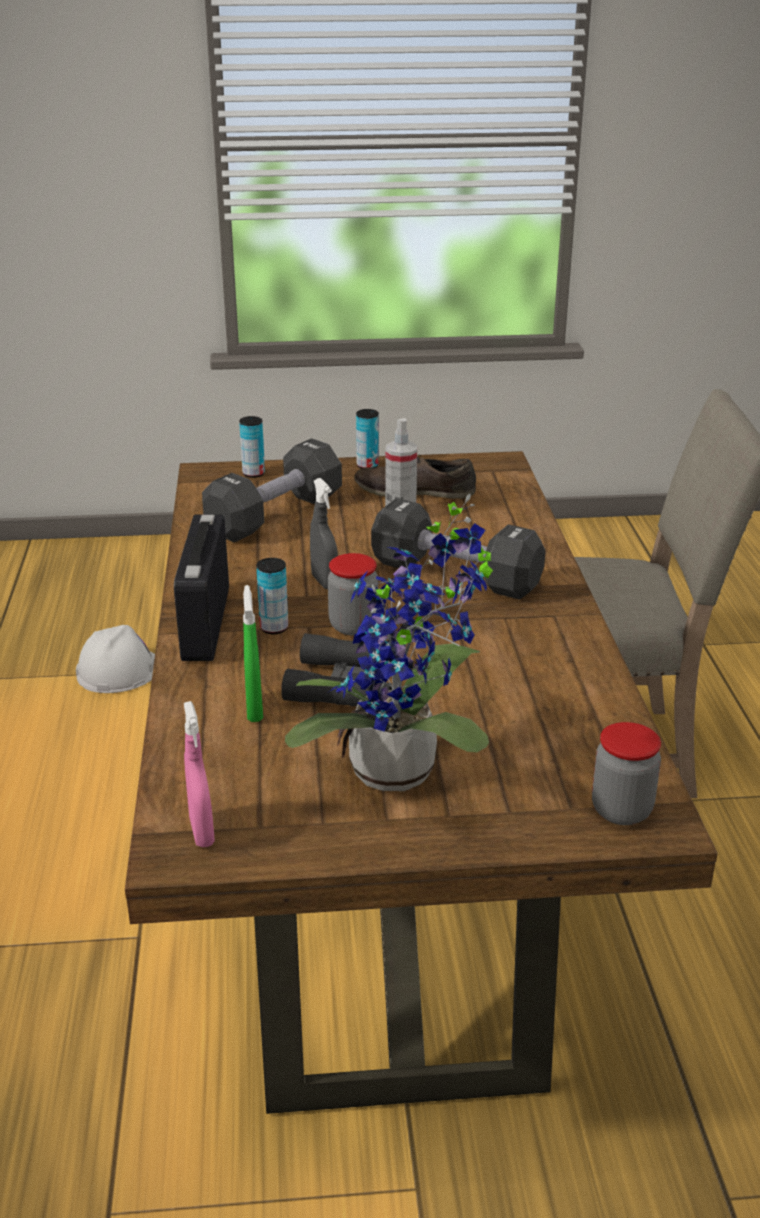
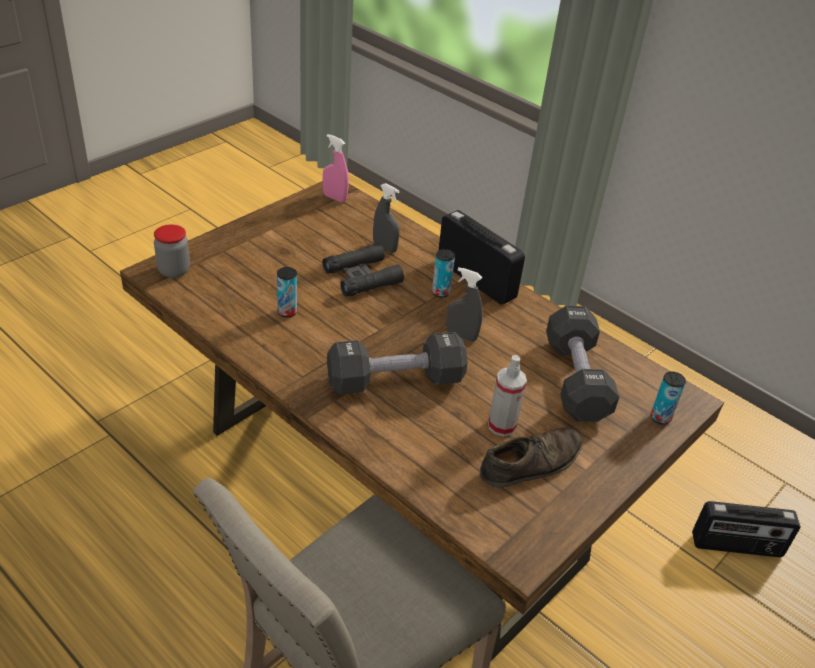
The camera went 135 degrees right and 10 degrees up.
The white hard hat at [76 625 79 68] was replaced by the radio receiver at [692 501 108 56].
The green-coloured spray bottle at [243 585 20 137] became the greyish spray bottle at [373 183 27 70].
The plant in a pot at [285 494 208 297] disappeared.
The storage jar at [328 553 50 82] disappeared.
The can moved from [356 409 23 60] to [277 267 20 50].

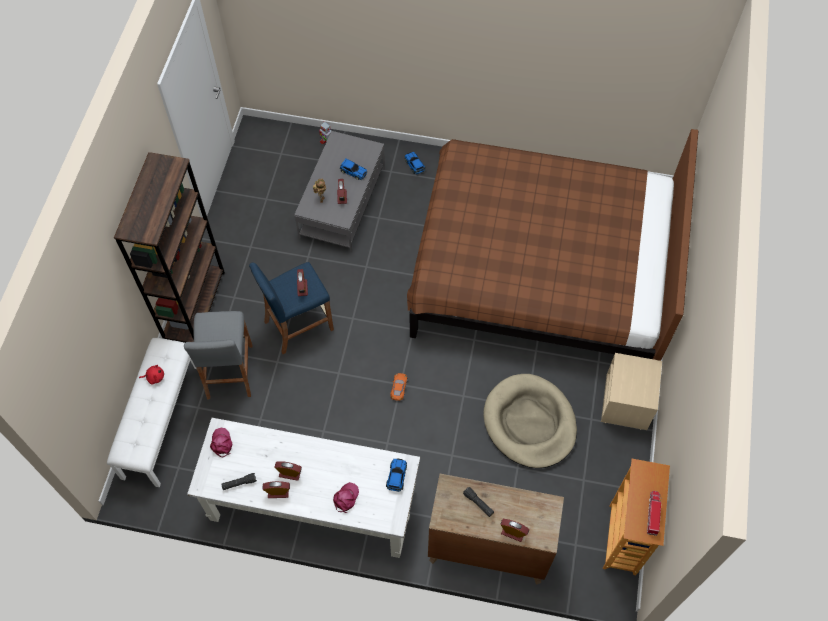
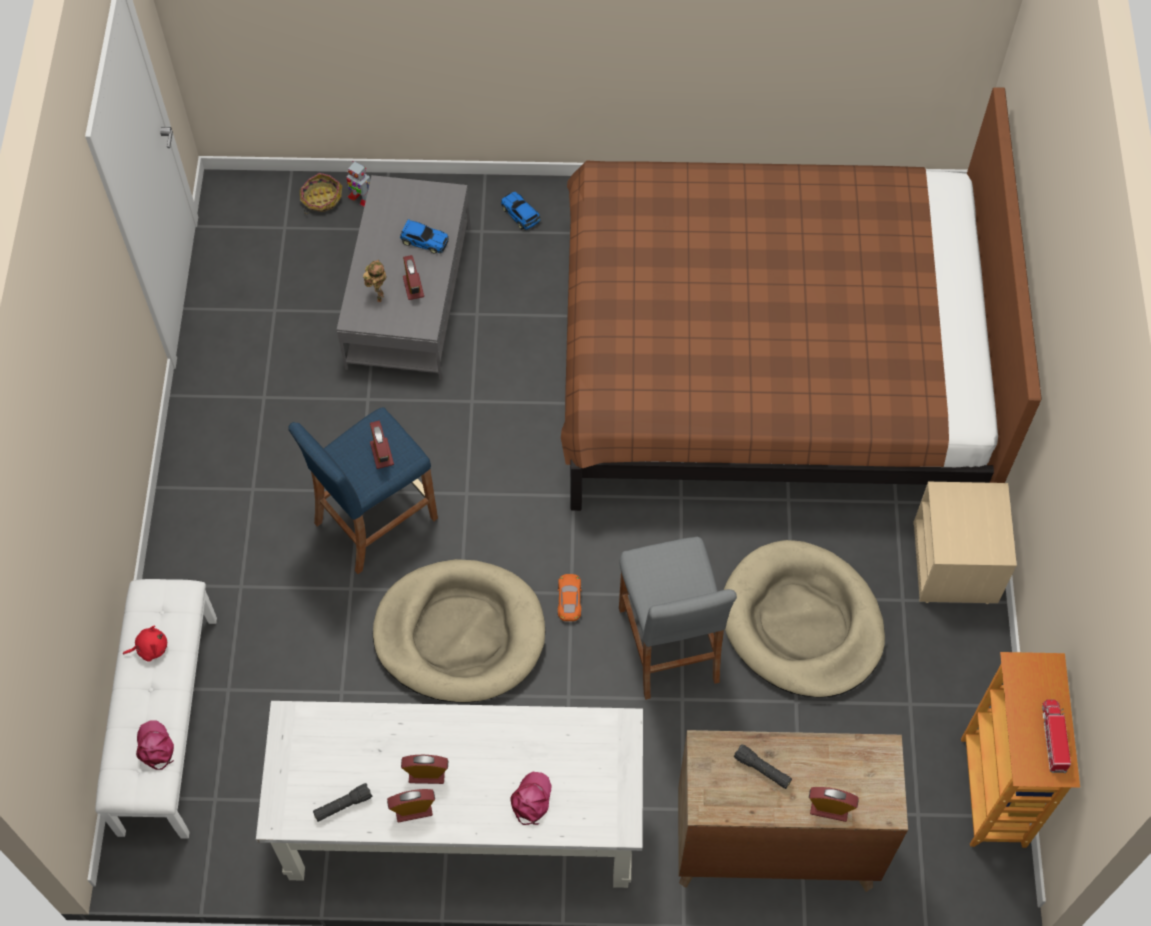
The camera went 10 degrees left and 0 degrees up.
The brownish bookshelf at [114 152 111 191] disappeared.
The greyish sitting stool moved from [184 311 68 88] to [619 537 118 163].
The pink-coloured cap moved from [210 428 22 29] to [136 720 39 50].
The miniature car at [386 458 21 34] disappeared.
The household basket at [300 173 42 41] appeared.
The beige pet bed at [373 559 172 144] appeared.

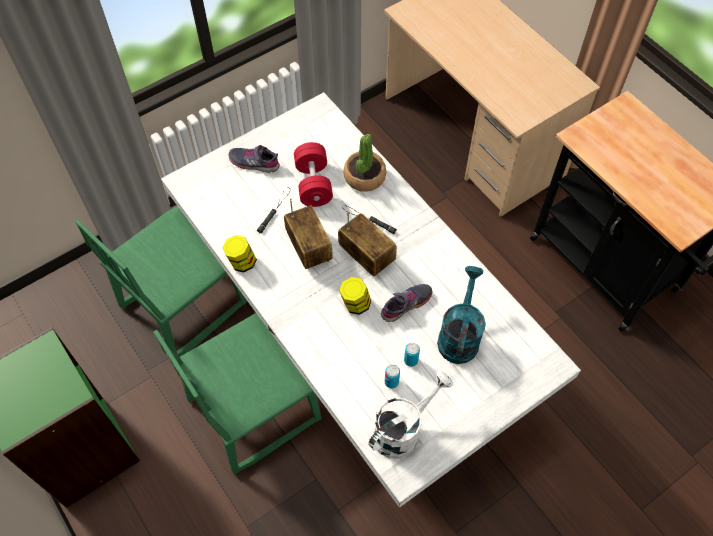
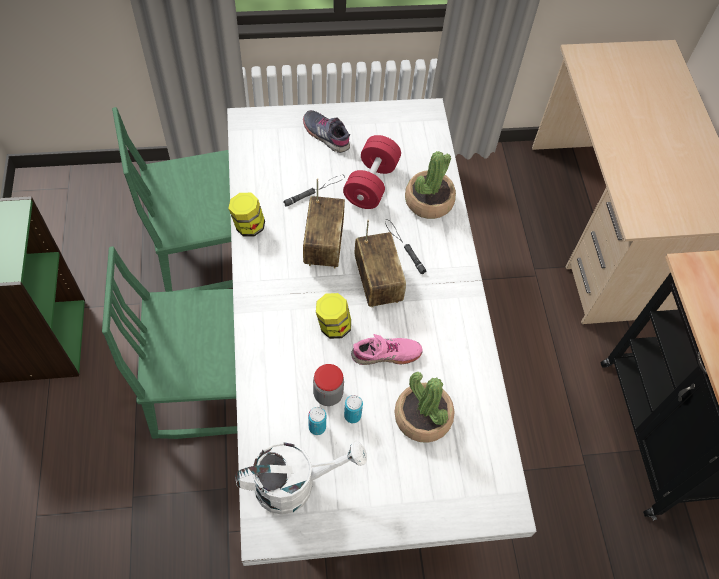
The camera went 25 degrees right and 0 degrees up.
The greyish low shoe at [381 284 51 38] became the pink-coloured low shoe at [351 334 72 31].
The turquoise sprinkling can at [437 266 49 98] was replaced by the plant in a pot at [394 372 61 71].
The storage jar at [313 364 31 42] appeared.

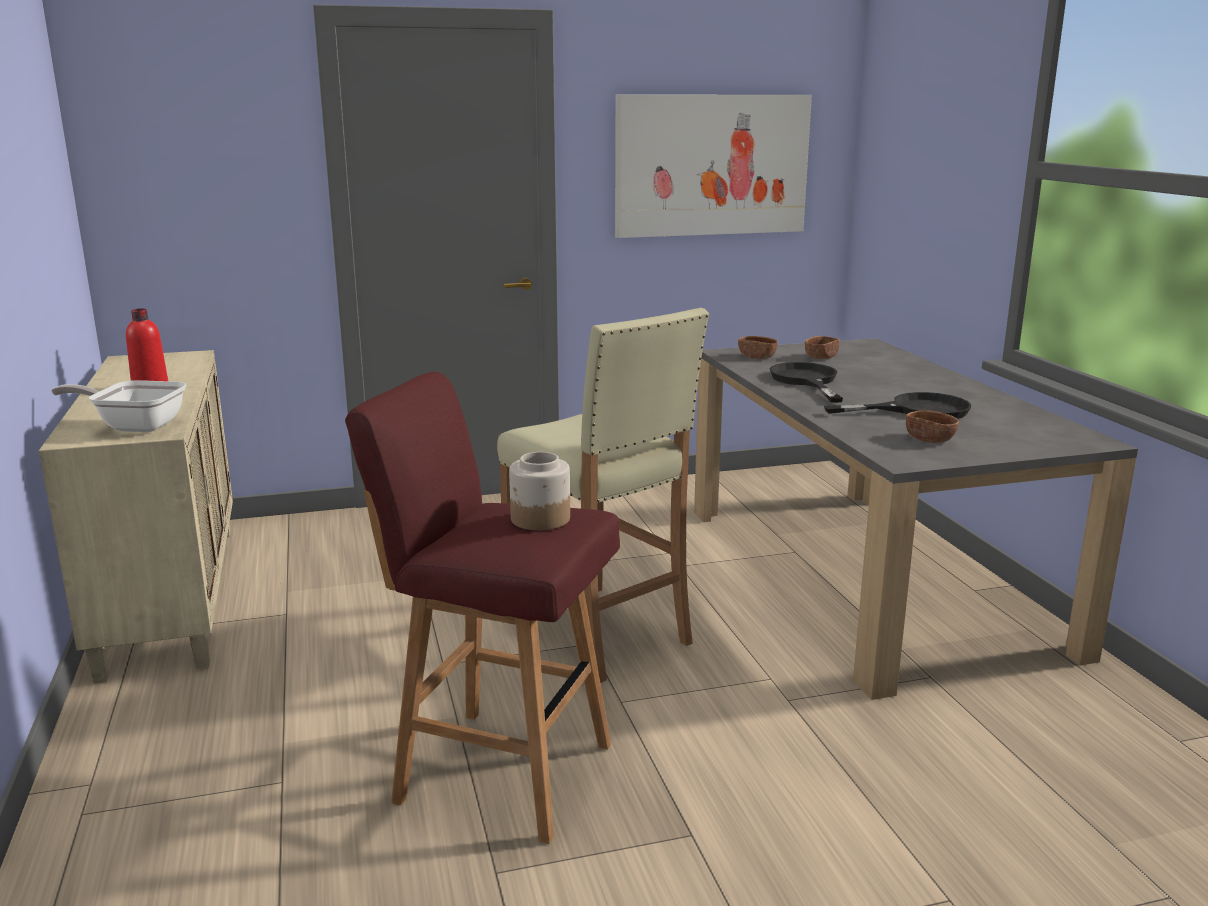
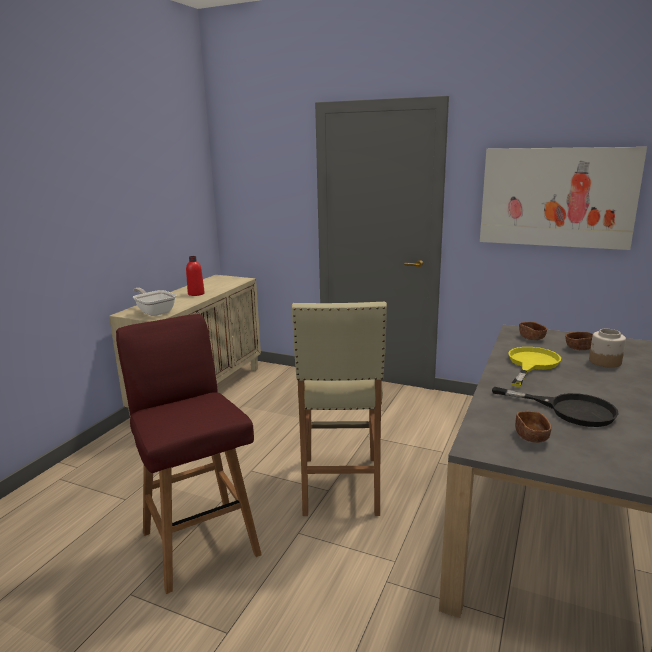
The camera went 40 degrees right and 0 degrees up.
The storage jar moved from [509 452 61 78] to [589 329 37 39].
The blackish pan at [770 362 73 41] became the yellow pan at [508 347 53 40].

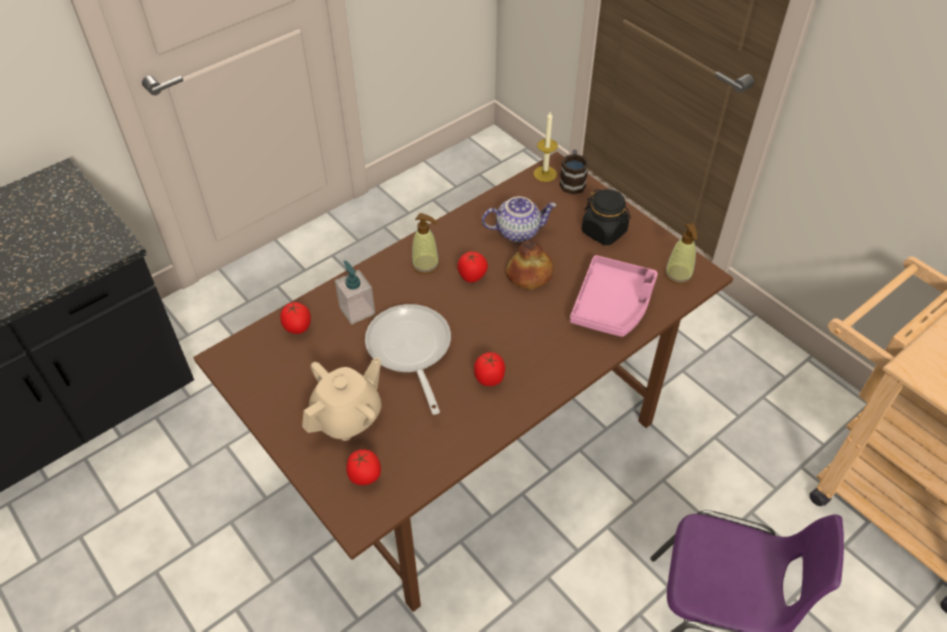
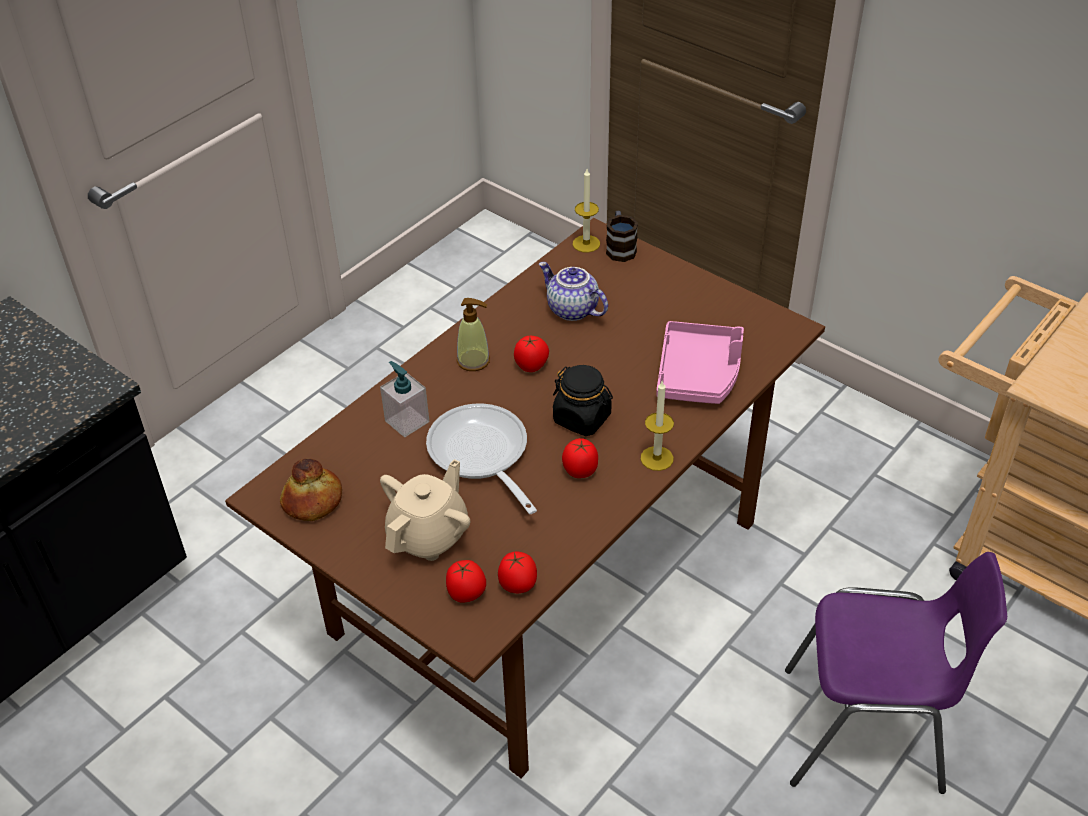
The camera went 10 degrees left and 5 degrees down.
The fresh tomato moved from [280 302 31 32] to [498 551 39 42].
The teapot at [482 197 75 45] turned 120 degrees counterclockwise.
The bread moved from [506 241 47 48] to [280 459 62 62].
The blackish storage jar moved from [582 189 49 56] to [553 365 60 71].
The soap bottle at [665 223 32 61] disappeared.
The wax candle at [641 381 33 90] appeared.

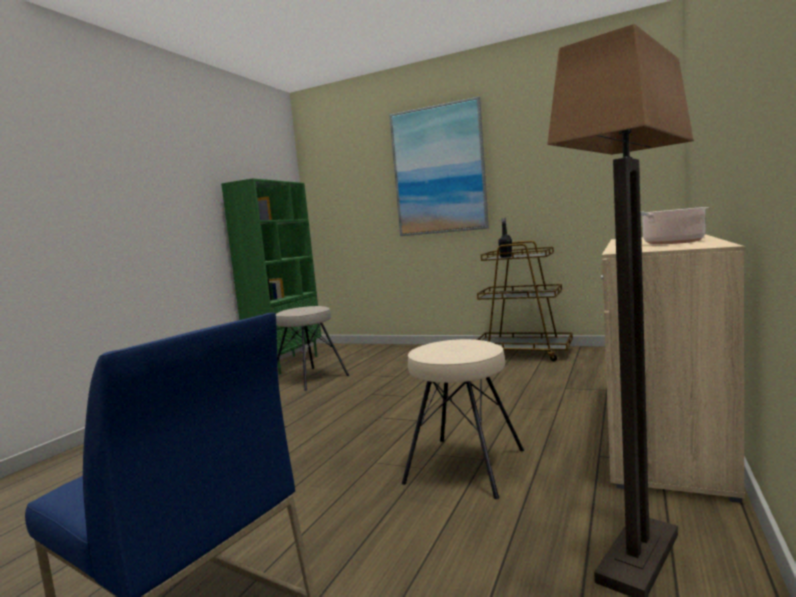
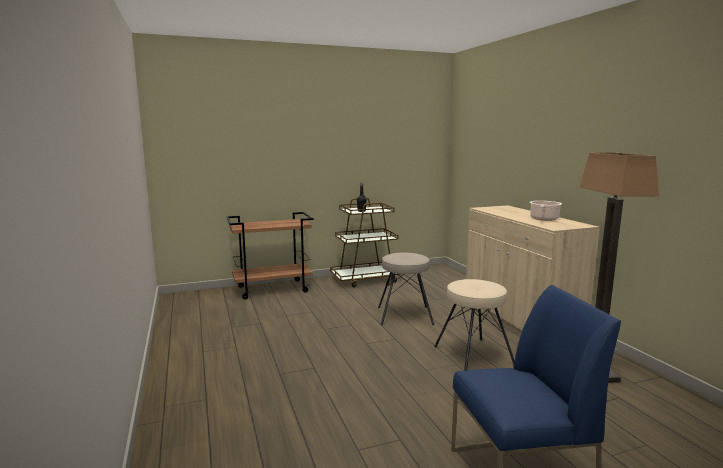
The camera went 45 degrees left and 5 degrees up.
The green-coloured bookshelf at [221 178 100 196] disappeared.
The beige sitting stool moved from [276 306 73 85] to [378 252 56 73].
The picture at [389 96 100 140] disappeared.
The brownish cart at [226 212 88 88] appeared.

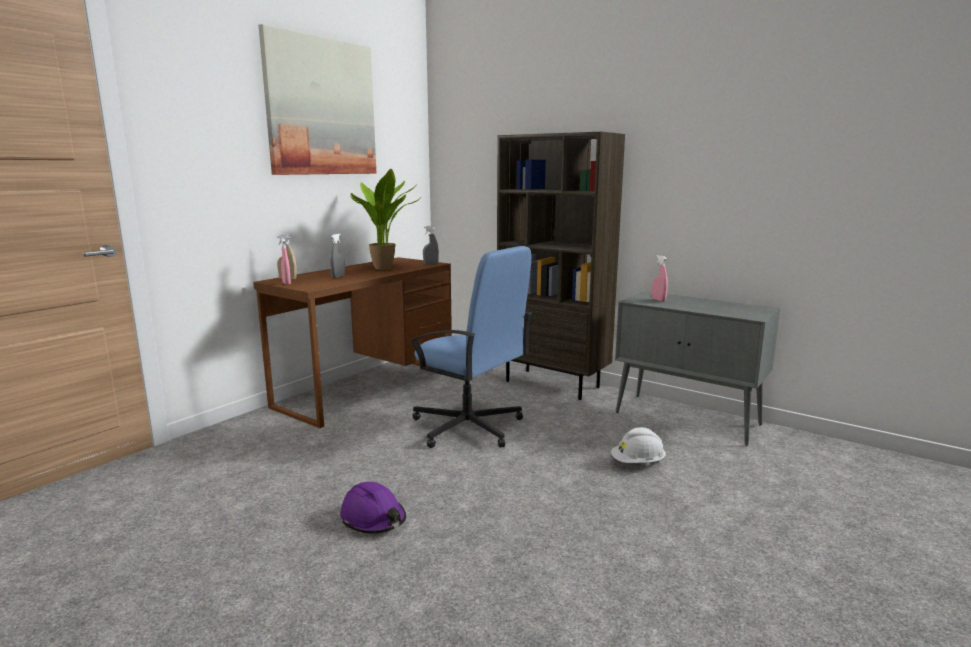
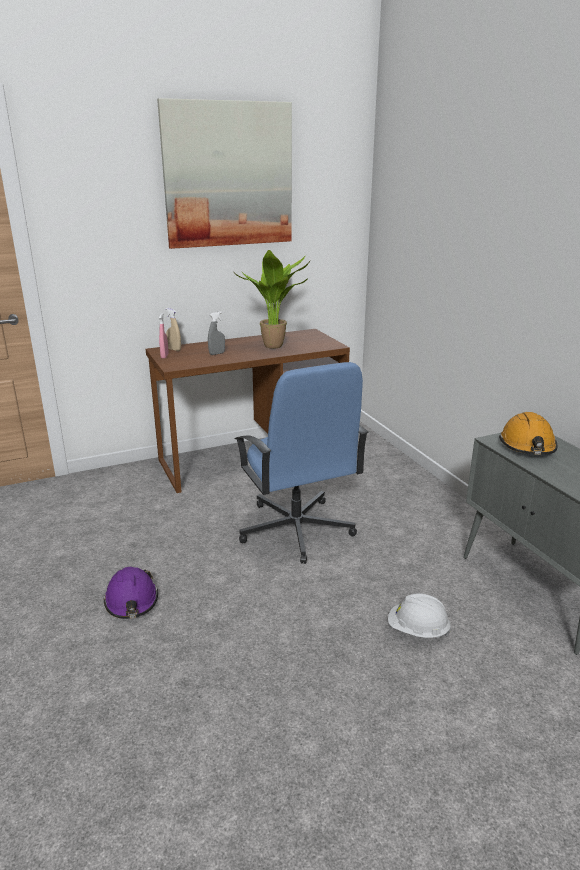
The camera went 30 degrees right and 10 degrees up.
The greyish spray bottle at [423 226 16 39] disappeared.
The brownish bookshelf at [497 132 128 268] disappeared.
The pink-coloured spray bottle at [652 255 16 47] was replaced by the orangey hard hat at [499 412 58 43].

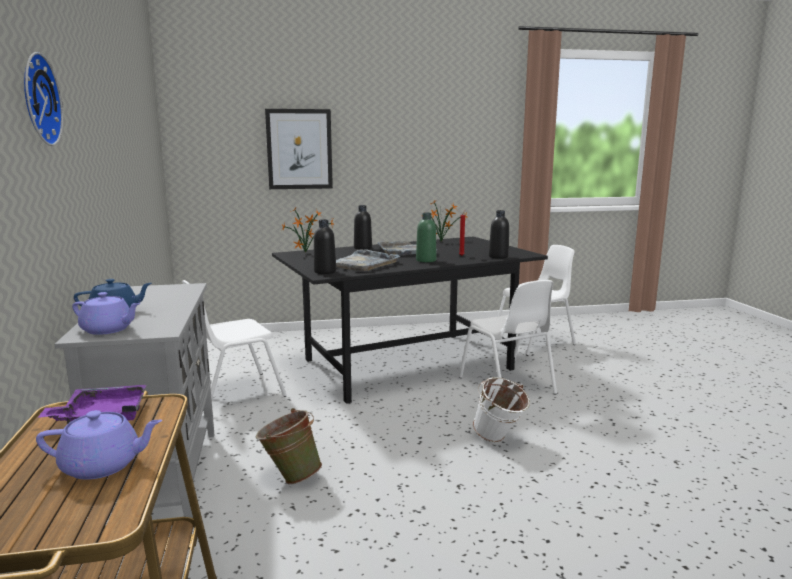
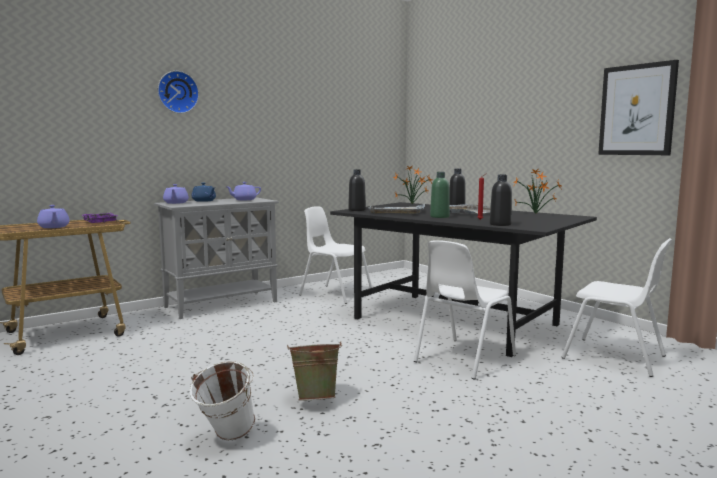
The camera went 65 degrees right and 5 degrees down.
The green-coloured bucket moved from [256 408 66 76] to [287 341 55 60].
The picture moved from [265 109 68 80] to [598 60 81 95].
The white bucket moved from [473 377 57 65] to [190 361 65 79].
The purplish teapot at [225 182 36 18] appeared.

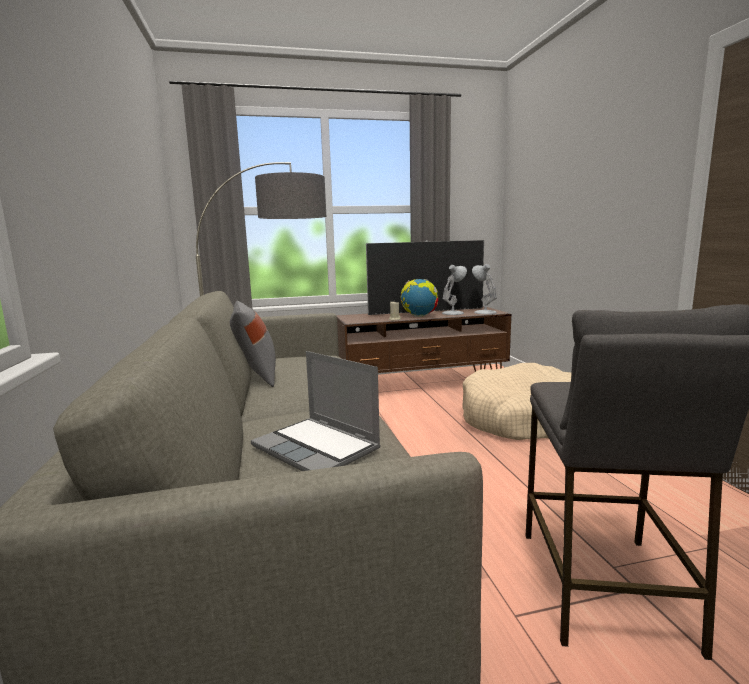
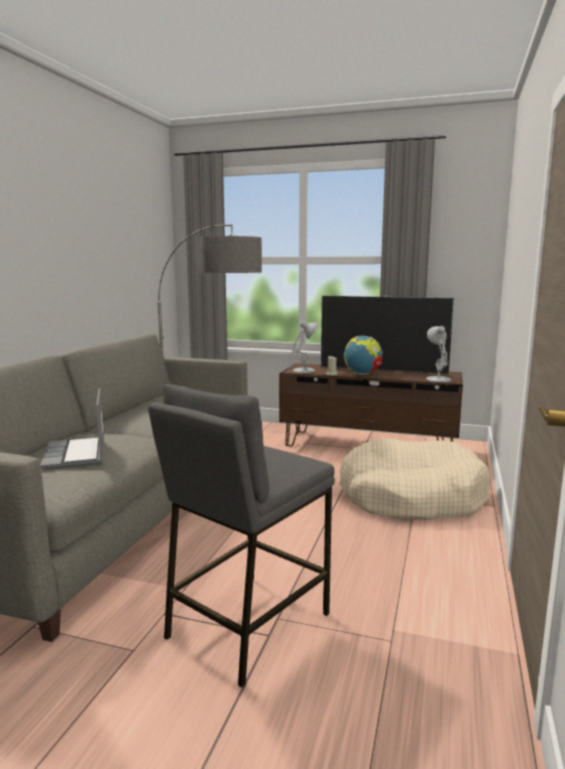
The camera went 30 degrees right and 0 degrees up.
The greyish pillow at [230 301 46 86] disappeared.
The white lamp for a table moved from [442 265 25 50] to [292 321 27 52].

